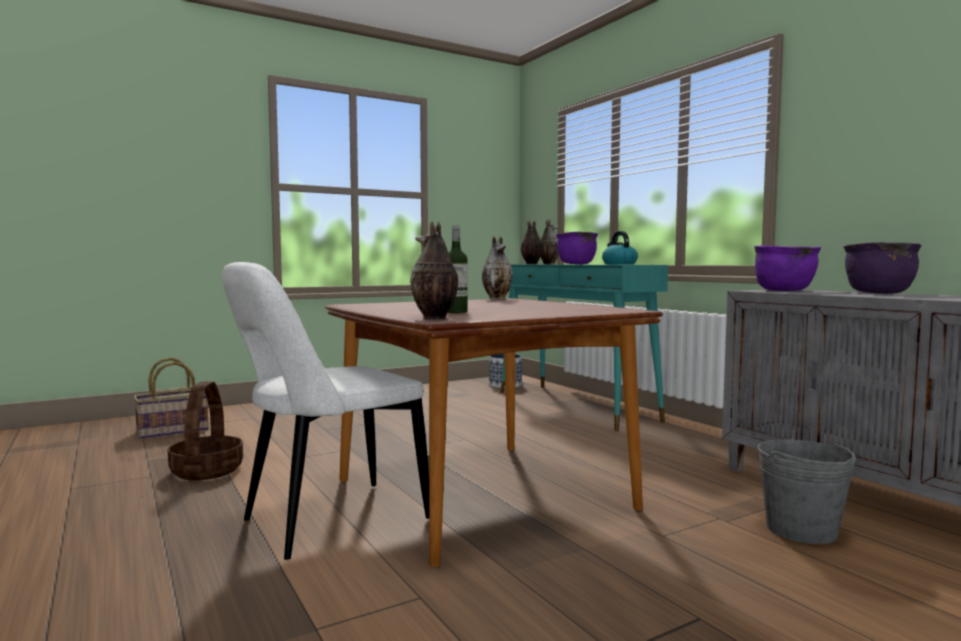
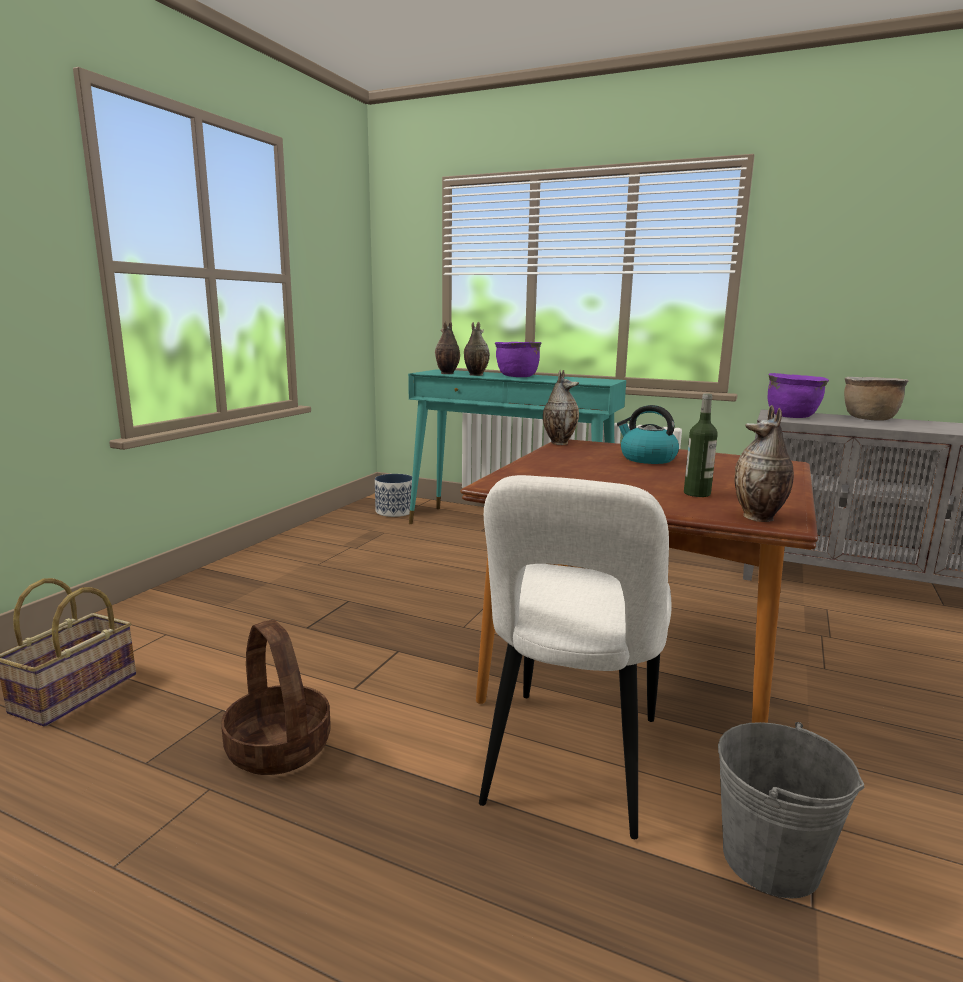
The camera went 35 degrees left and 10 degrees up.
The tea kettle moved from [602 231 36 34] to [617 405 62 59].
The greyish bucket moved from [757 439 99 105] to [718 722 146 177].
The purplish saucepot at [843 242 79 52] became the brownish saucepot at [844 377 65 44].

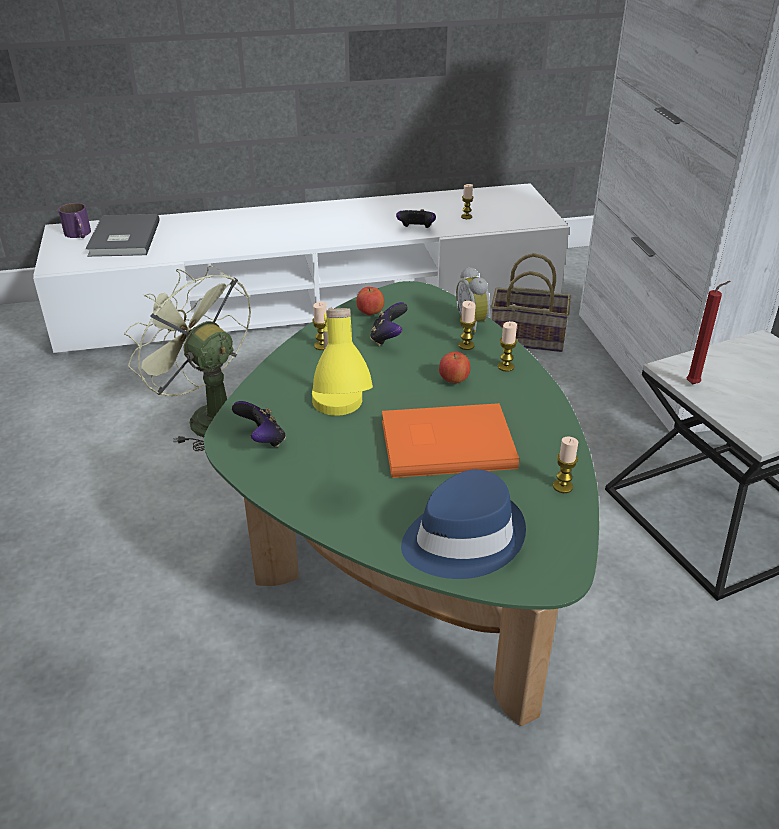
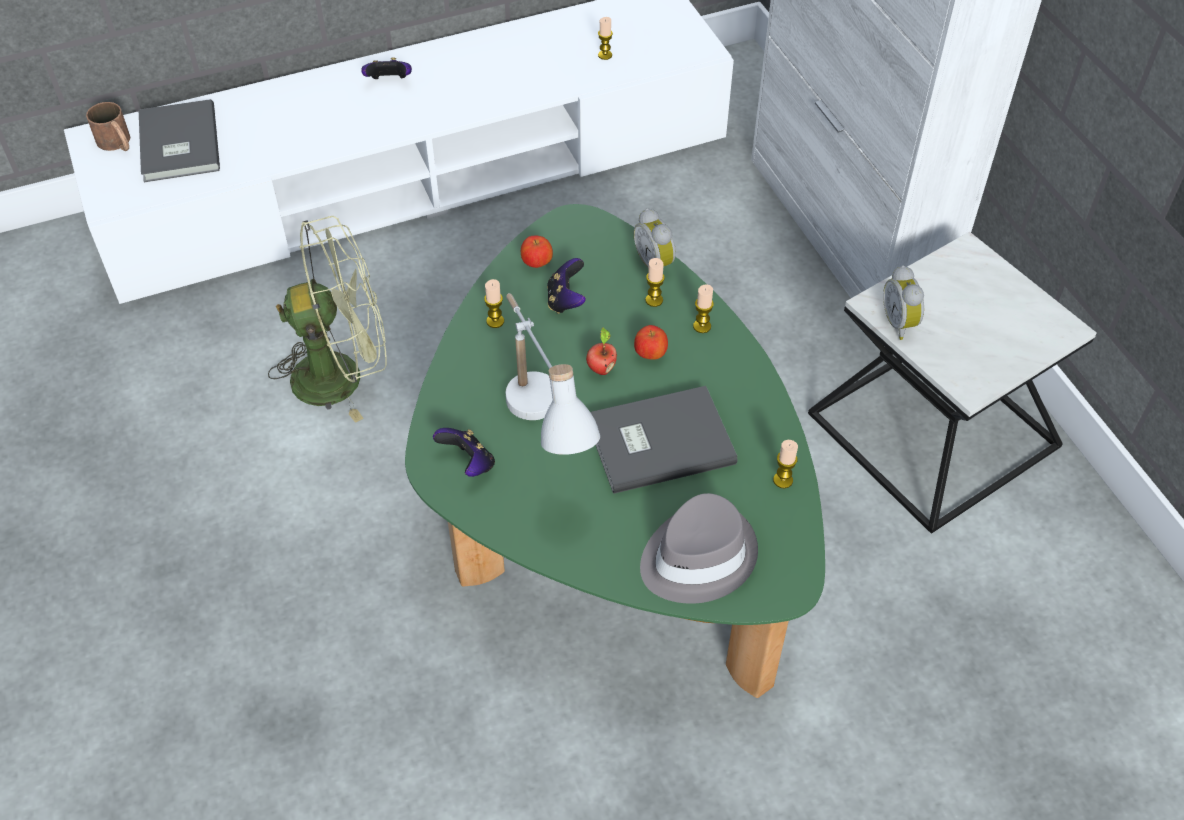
The camera went 10 degrees left and 15 degrees up.
The purplish coffee mug at [58 203 33 35] became the brownish coffee mug at [86 102 44 49].
The green-coloured cooling fan at [124 265 127 186] turned 135 degrees clockwise.
The yellow lamp for a table at [312 308 61 108] became the white lamp for a table at [506 293 94 162].
The orangey book at [382 403 137 75] became the greyish book at [590 386 147 108].
The joypad moved from [396 209 40 19] to [361 57 51 22].
The blue-coloured hat at [401 469 125 110] became the greyish hat at [640 493 118 111].
The household basket at [491 253 80 99] disappeared.
The red wax candle at [687 281 44 103] was replaced by the bedside clock at [883 265 41 75].
The apple fruit at [586 327 31 48] appeared.

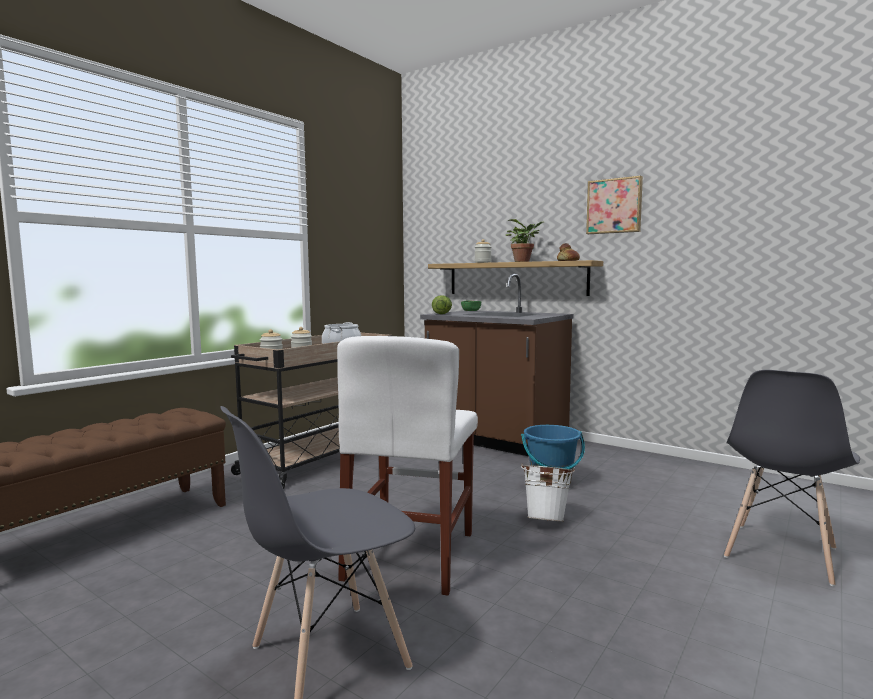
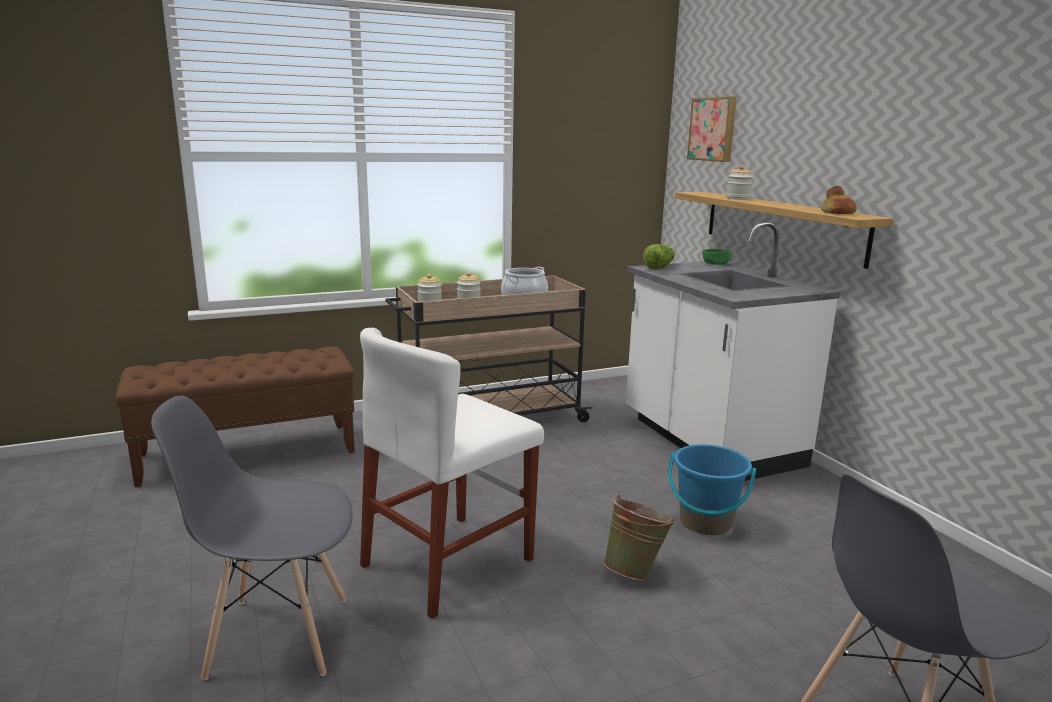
The camera went 30 degrees right and 10 degrees up.
The brownish counter at [420 274 154 182] became the white counter at [626 222 215 259].
The plant in a pot at [506 219 39 43] disappeared.
The white bucket at [521 463 54 59] became the green-coloured bucket at [604 494 71 86].
The picture moved from [586 176 57 58] to [687 96 50 66].

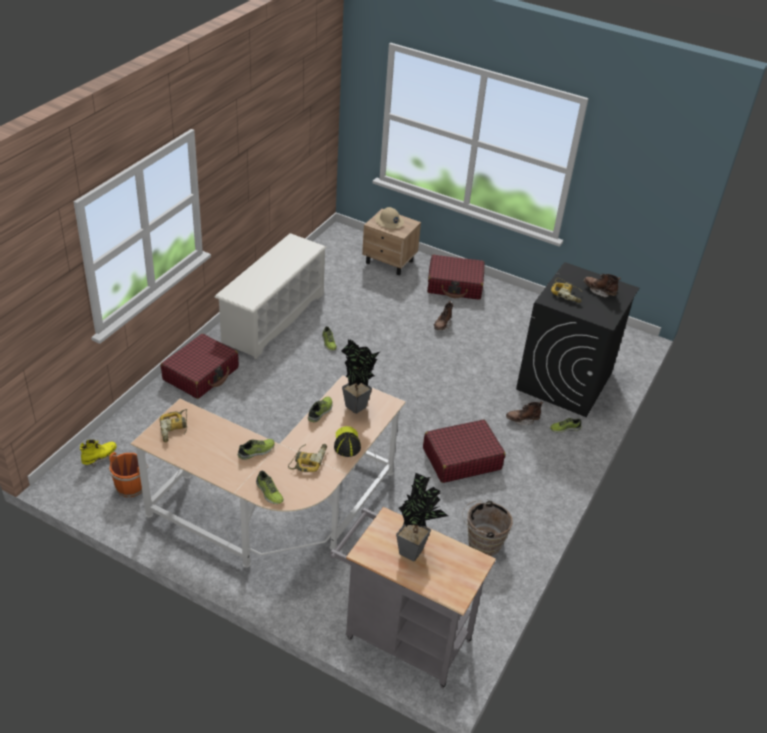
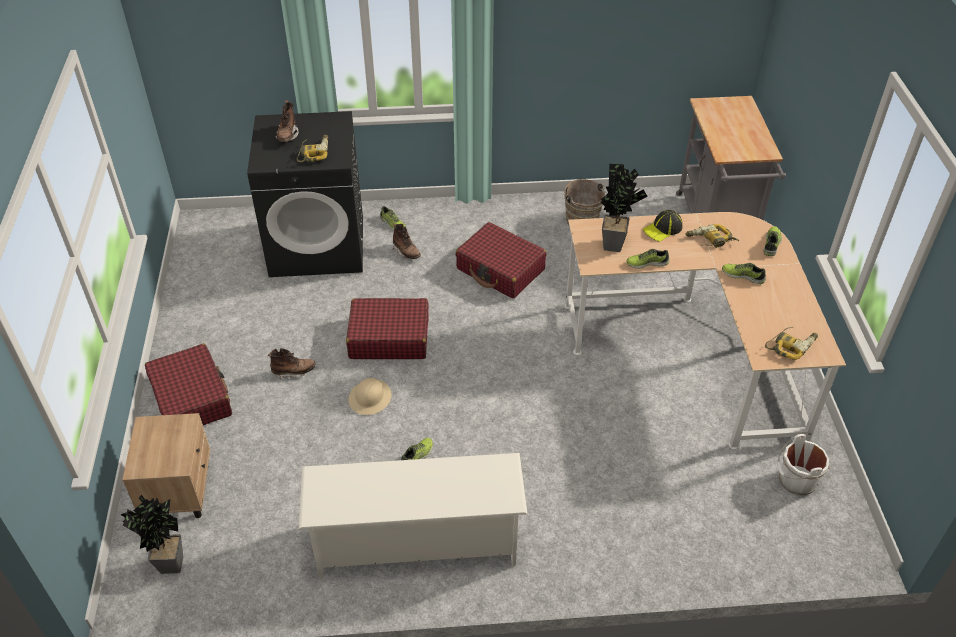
The camera went 120 degrees left and 5 degrees up.
The yellow boot at [80 440 37 27] disappeared.
The orangey bucket at [109 452 40 45] became the white bucket at [777 434 53 62].
The red travel case moved from [161 334 78 65] to [346 298 83 61].
The beige hard hat moved from [375 207 29 22] to [349 378 43 37].
The plant in a pot moved from [396 473 52 88] to [120 495 63 79].

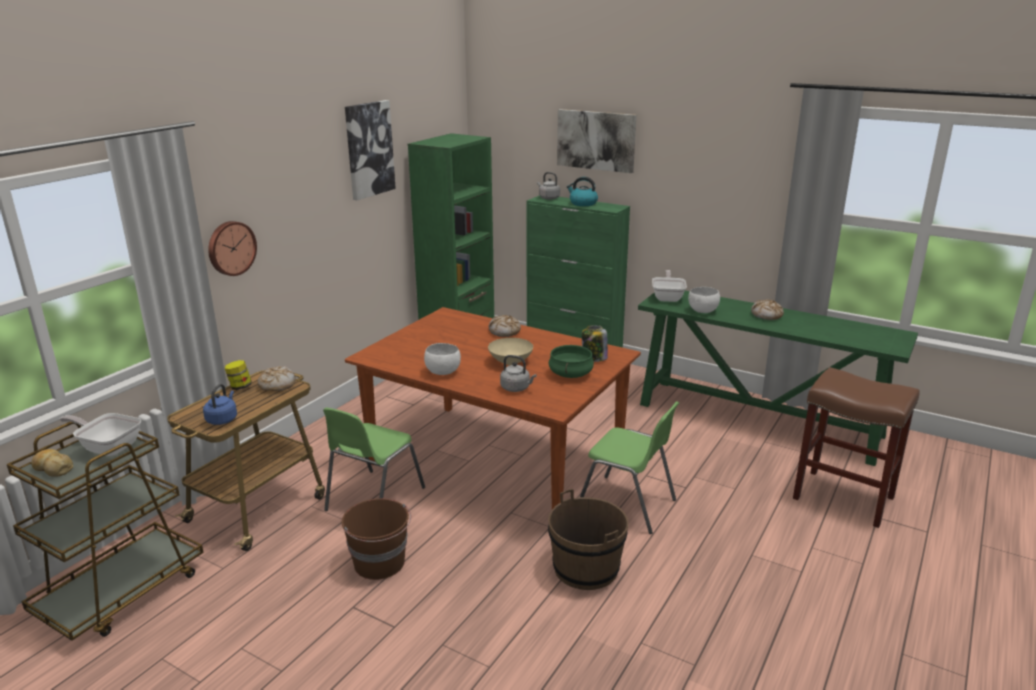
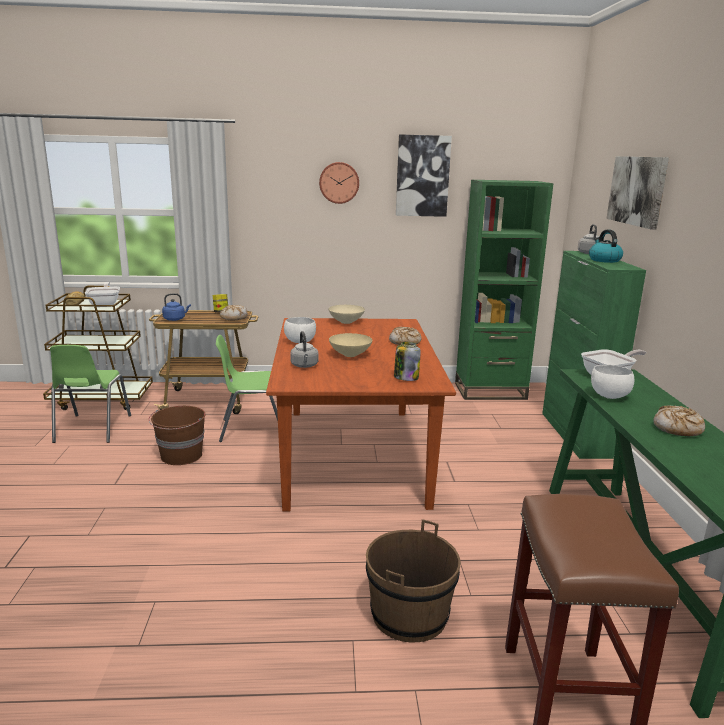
The camera went 55 degrees right and 5 degrees down.
The hanging clock moved from [208 221 49 55] to [319 162 40 42].
The green-coloured saucepot at [548 345 46 33] disappeared.
The brownish bucket moved from [548 489 80 101] to [366 519 95 123].
The green-coloured chair moved from [580 401 99 133] to [50 345 81 98].
The beige bowl at [328 305 37 19] appeared.

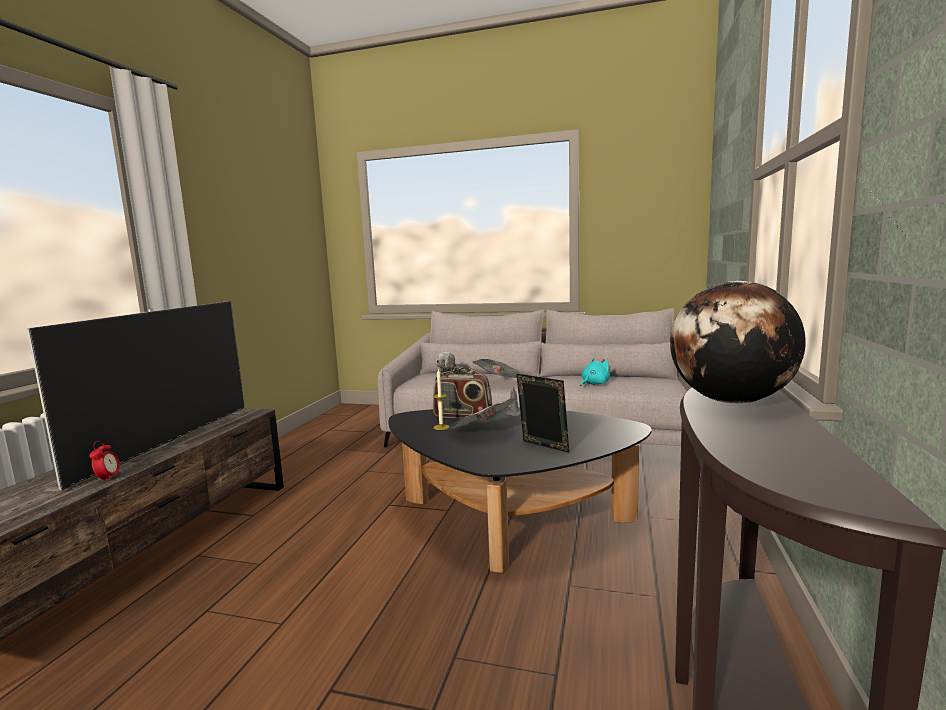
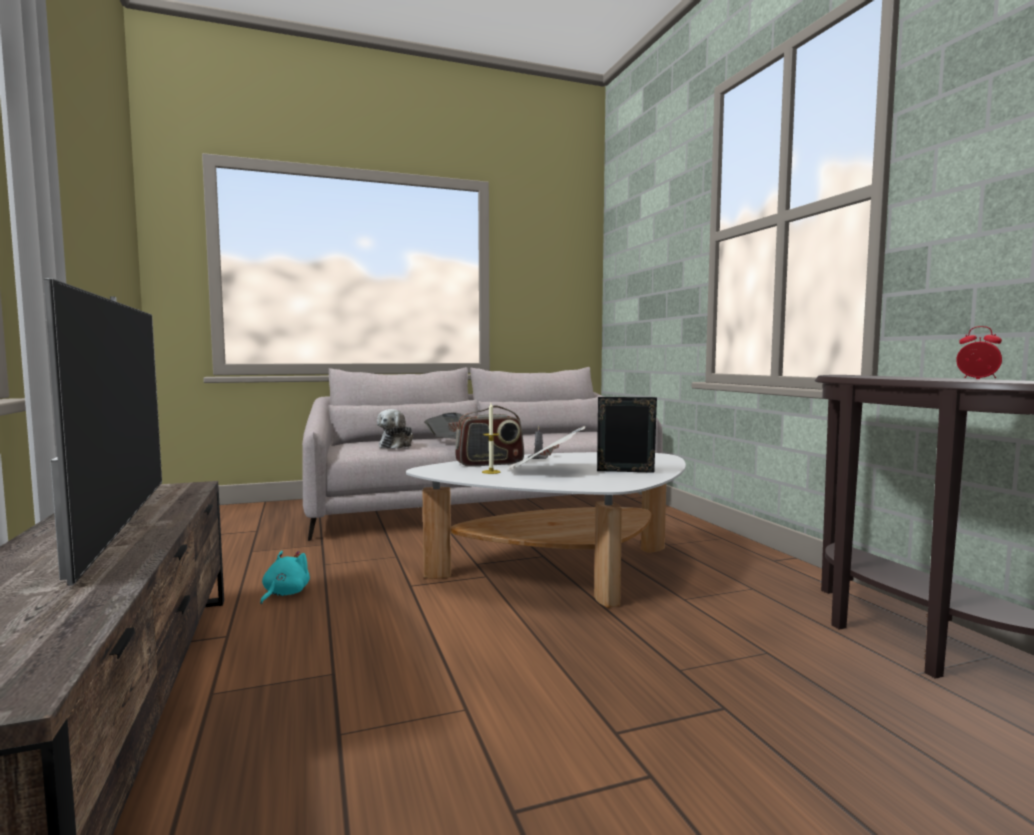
The camera went 35 degrees left and 5 degrees down.
The bedside clock moved from [89 441 31 41] to [956 326 46 53].
The blackish lounge table at [389 407 263 166] became the white lounge table at [406 452 280 156].
The turquoise cuddly toy moved from [580 358 30 28] to [260 551 50 54].
The world globe at [670 281 136 123] disappeared.

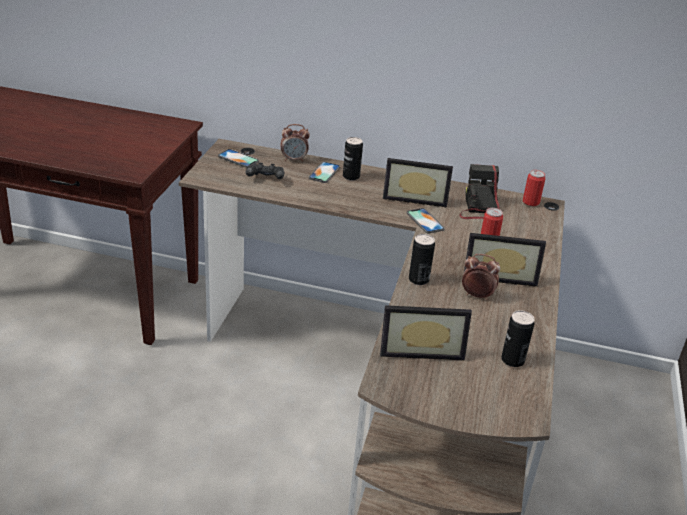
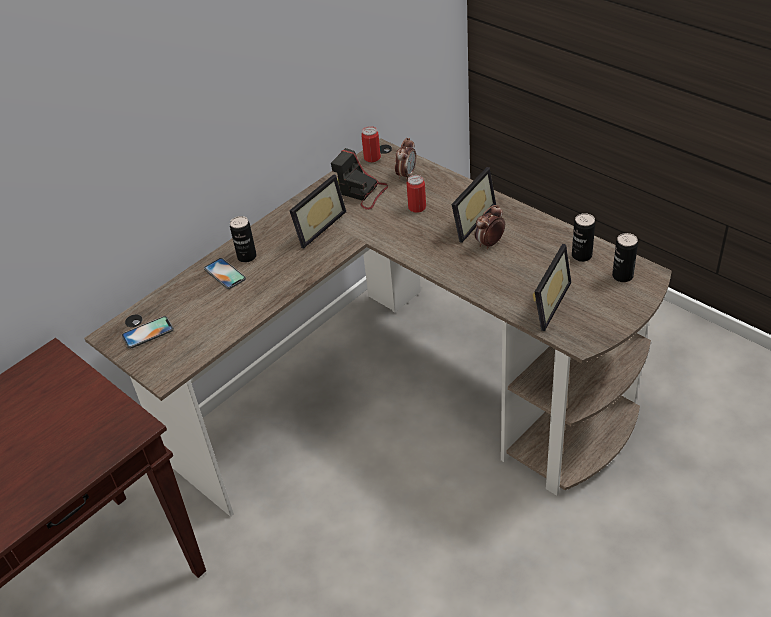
The camera went 55 degrees left and 10 degrees up.
The blackish joypad at [245 163 39 16] disappeared.
The bedside clock moved from [280 124 30 38] to [395 138 21 43].
The handset at [407 208 38 25] disappeared.
The can moved from [409 234 26 51] to [612 233 26 49].

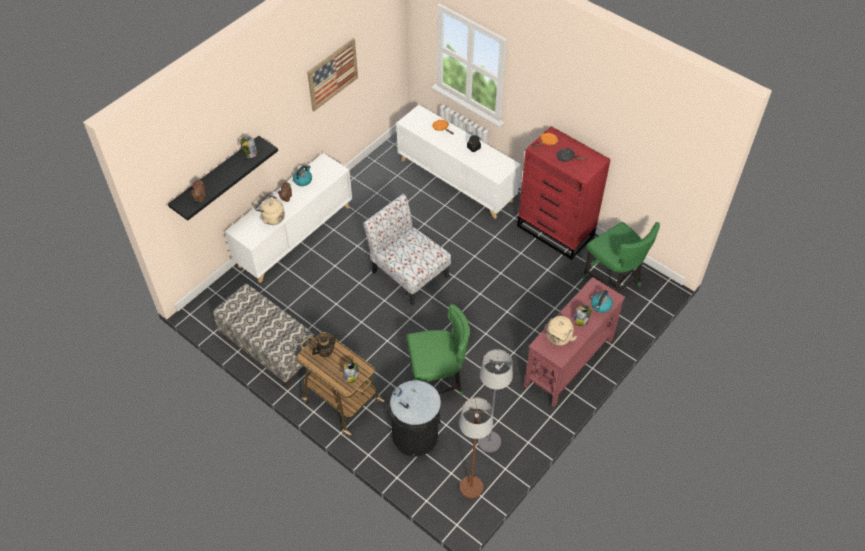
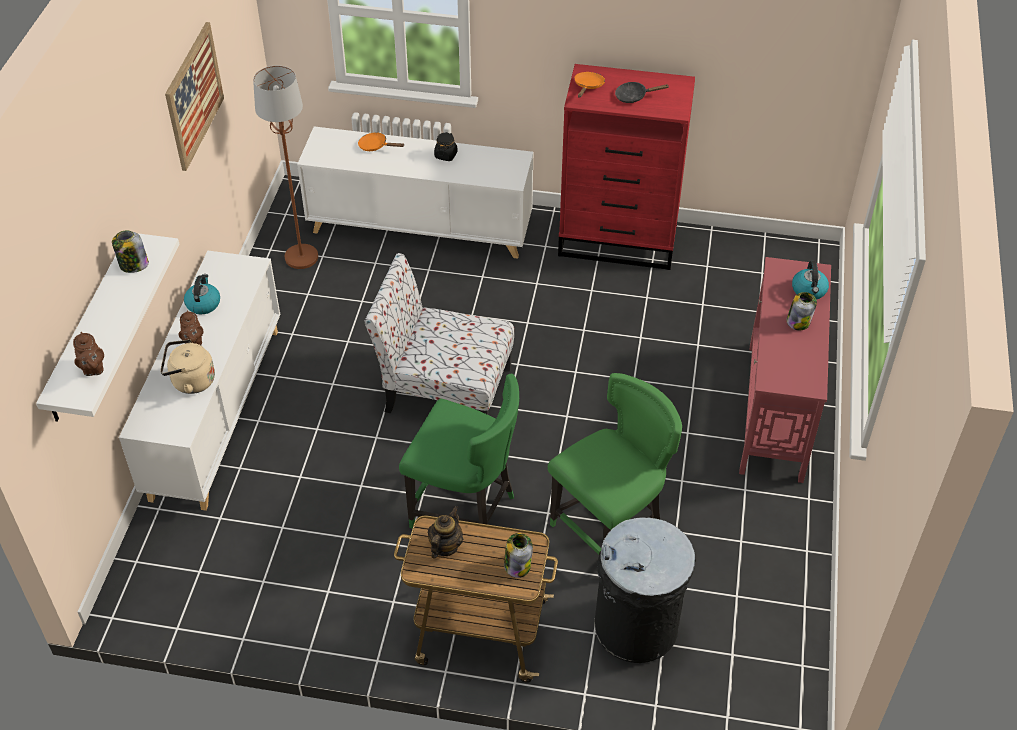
The camera went 30 degrees left and 5 degrees down.
The blackish shelf at [168 136 110 85] became the white shelf at [36 233 144 189].
The indoor bench at [213 284 103 103] disappeared.
The brownish standard lamp moved from [459 398 34 101] to [253 65 65 204].
The greyish standard lamp at [478 349 35 104] disappeared.
The beige tea kettle at [544 316 33 30] disappeared.
The green-coloured chair moved from [583 222 77 71] to [399 374 120 155].

